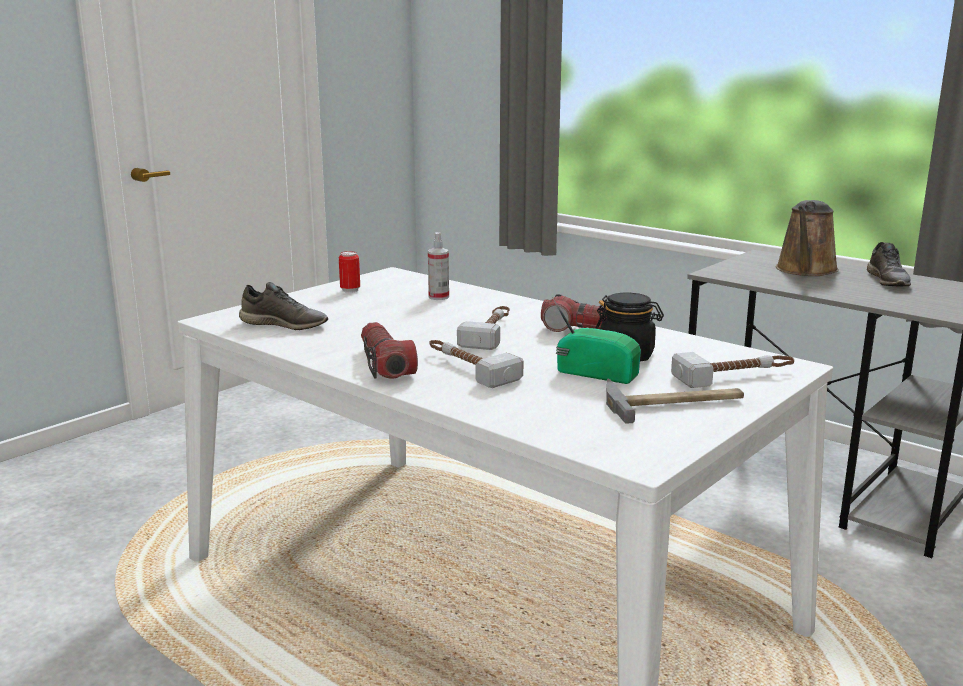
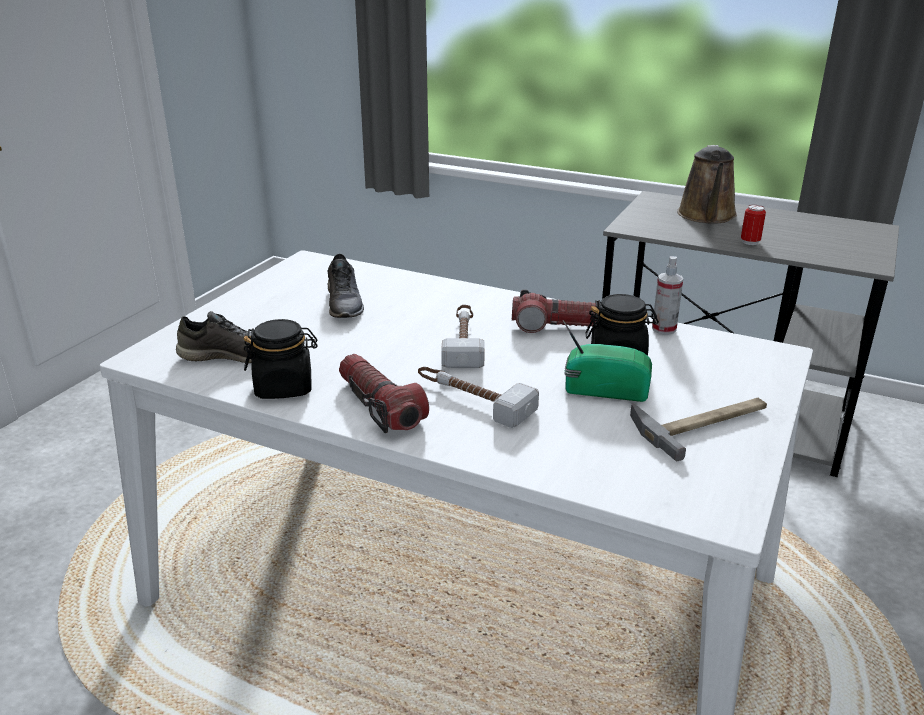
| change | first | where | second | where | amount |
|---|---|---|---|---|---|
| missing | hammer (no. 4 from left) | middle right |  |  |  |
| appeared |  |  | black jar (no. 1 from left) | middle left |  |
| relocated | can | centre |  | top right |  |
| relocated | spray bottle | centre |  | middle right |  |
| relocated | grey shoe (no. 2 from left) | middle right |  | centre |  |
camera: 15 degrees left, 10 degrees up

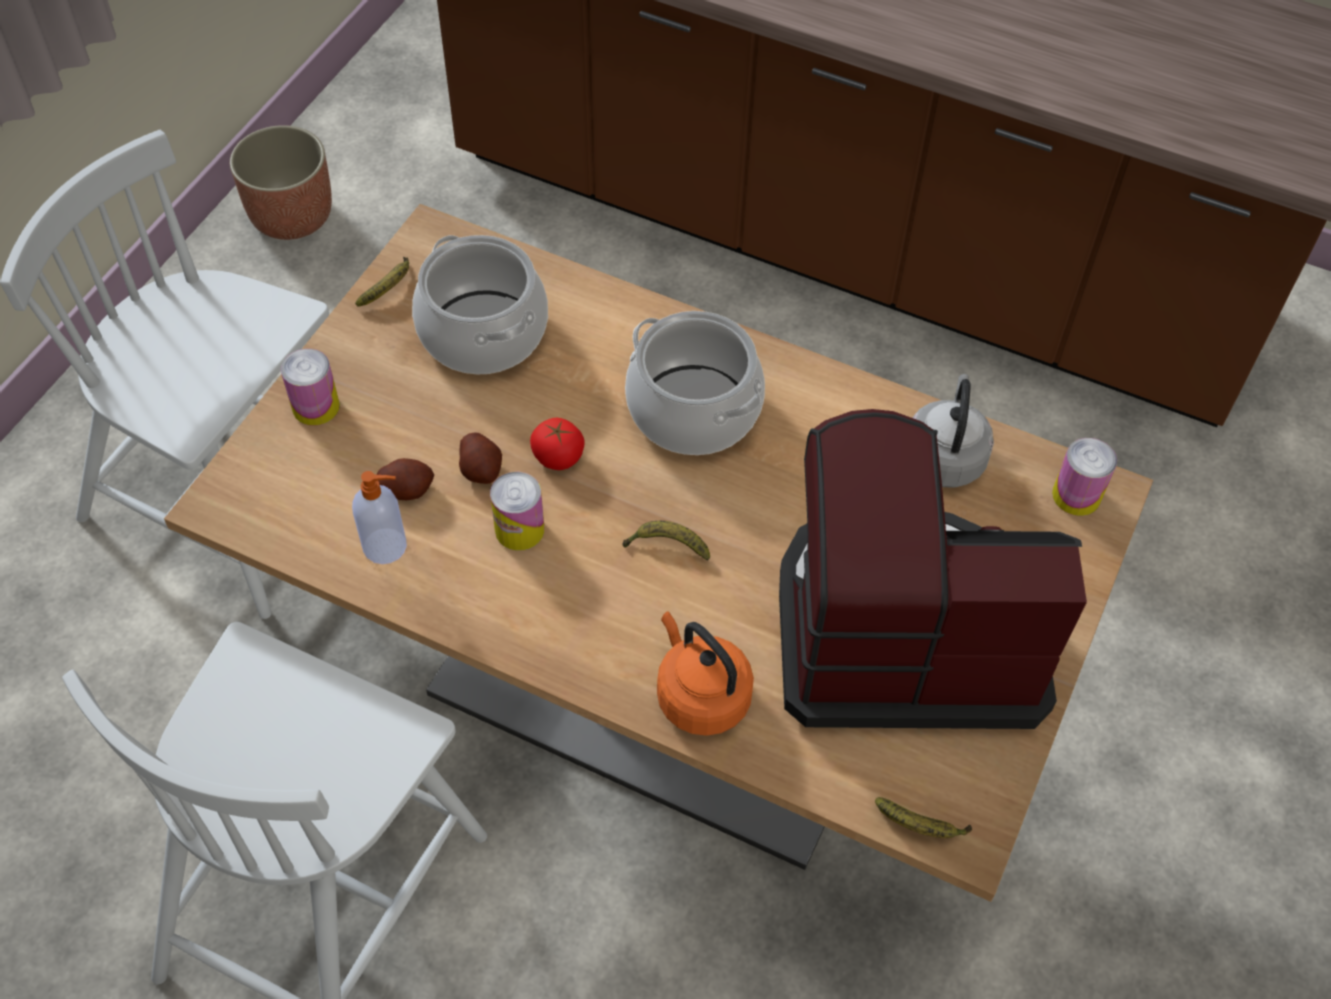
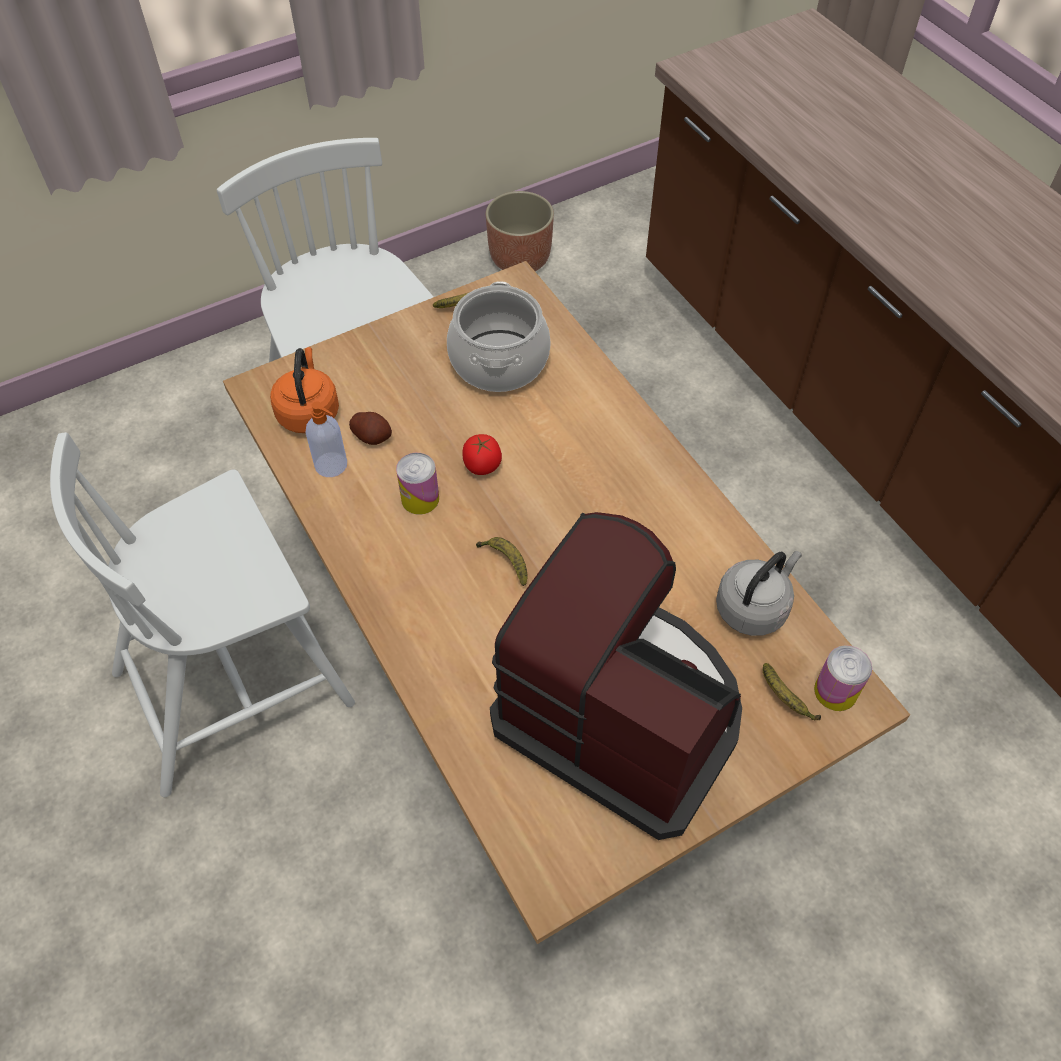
| change | first | where | second | where | amount |
|---|---|---|---|---|---|
| missing | can (no. 1 from left) | middle left |  |  |  |
| missing | potato (no. 2 from left) | centre |  |  |  |
| missing | cooking pot (no. 2 from left) | centre |  |  |  |
| relocated | orange kettle | bottom centre |  | middle left |  |
| relocated | banana (no. 3 from left) | bottom right |  | middle right |  |
camera: 35 degrees right, 0 degrees up

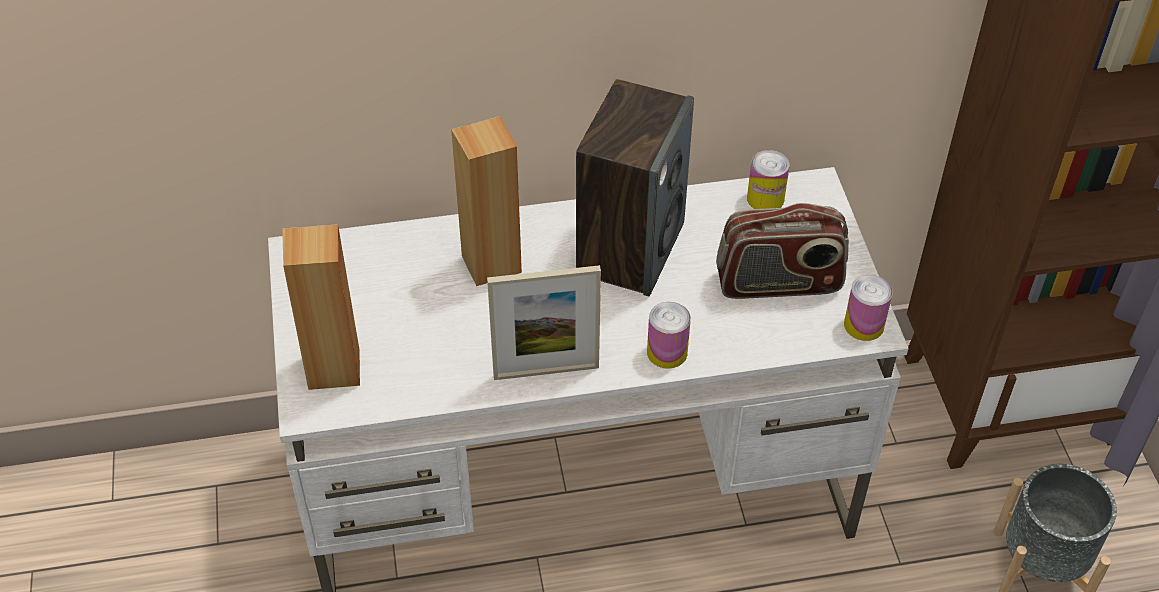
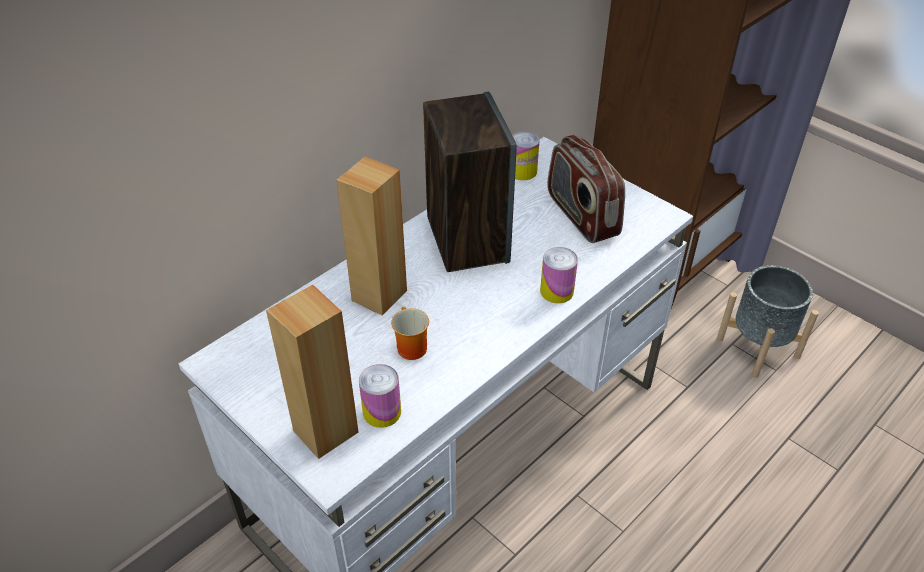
| change | first | where | second | where | amount |
|---|---|---|---|---|---|
| missing | picture frame | centre |  |  |  |
| appeared |  |  | mug | centre |  |
| relocated | can (no. 3 from left in the first image) | middle right | can (no. 1 from left) | bottom centre |  |
| spun | radio | middle right |  | top centre | 105 degrees clockwise |
camera: 35 degrees left, 5 degrees down

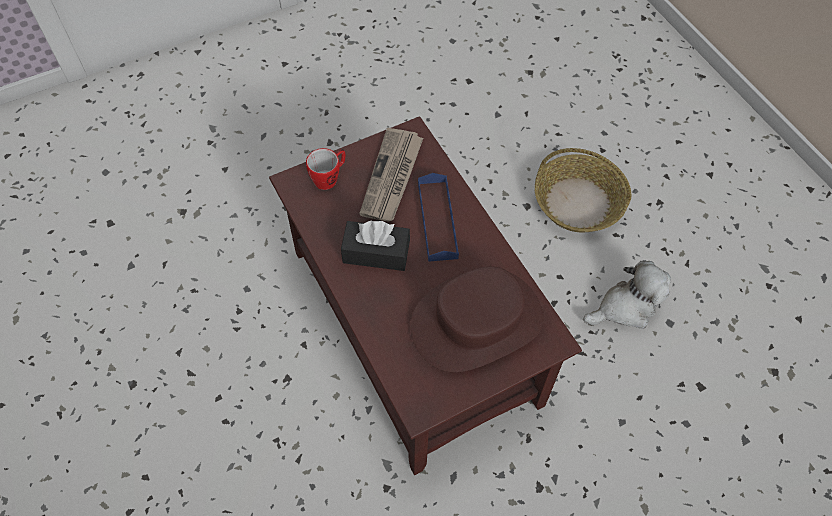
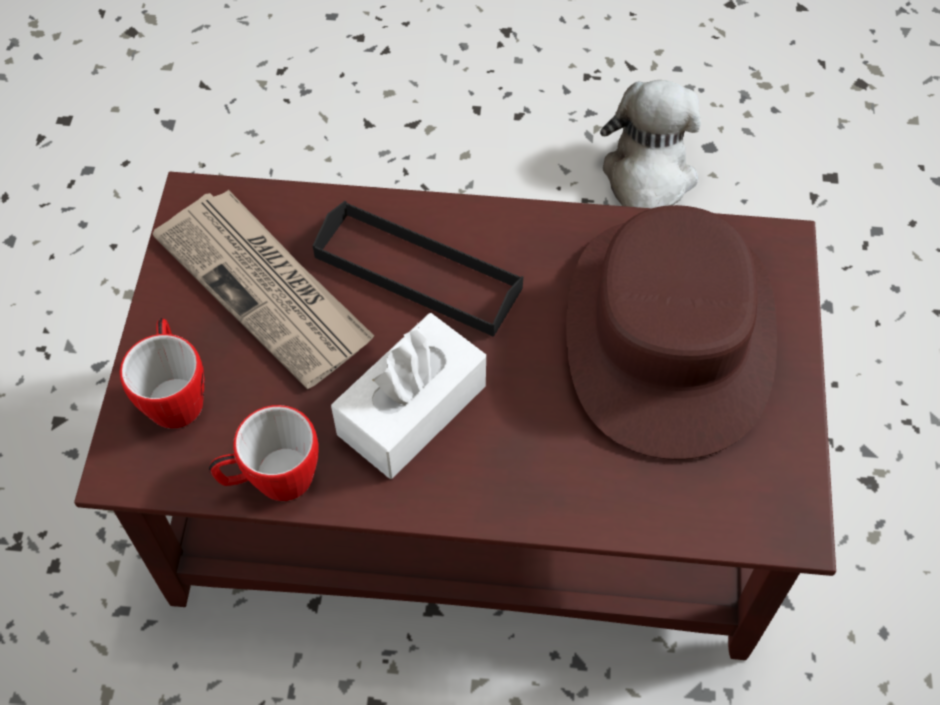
| change | first | where | second | where | amount |
|---|---|---|---|---|---|
| missing | basket | middle right |  |  |  |
| appeared |  |  | mug (no. 2 from left) | middle left |  |
| colour | black tissue box | centre | white tissue box | centre |  |
| colour | blue tray | centre | black tray | centre |  |
camera: 55 degrees left, 0 degrees up

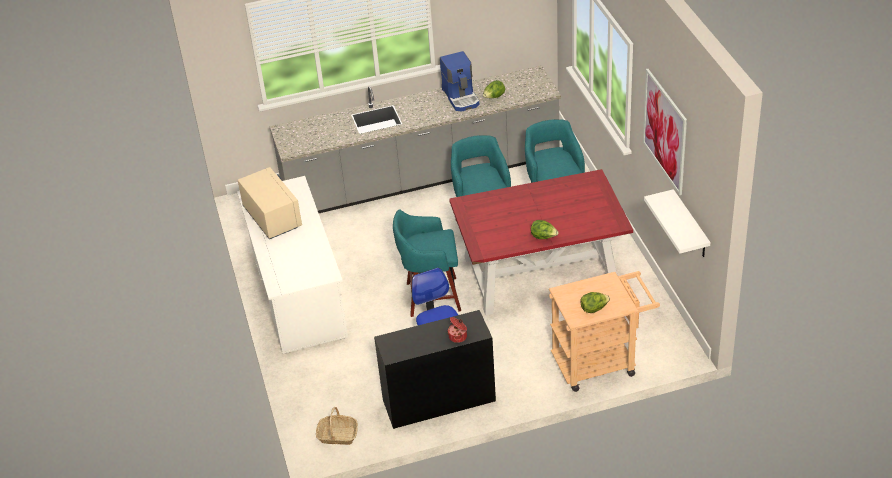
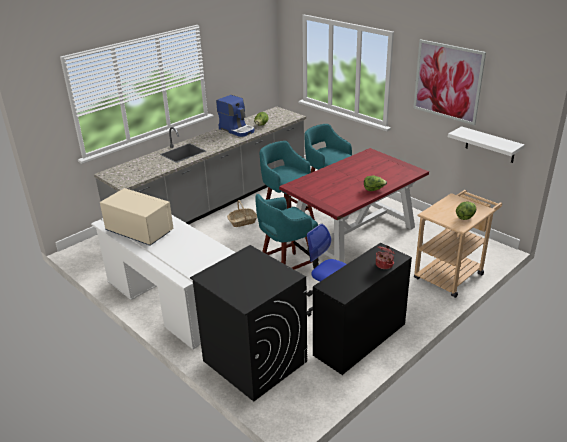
| change | first | where | second | where | amount |
|---|---|---|---|---|---|
| appeared |  |  | black washing machine | bottom centre |  |
| relocated | basket | bottom centre |  | centre |  |
camera: 30 degrees left, 10 degrees down

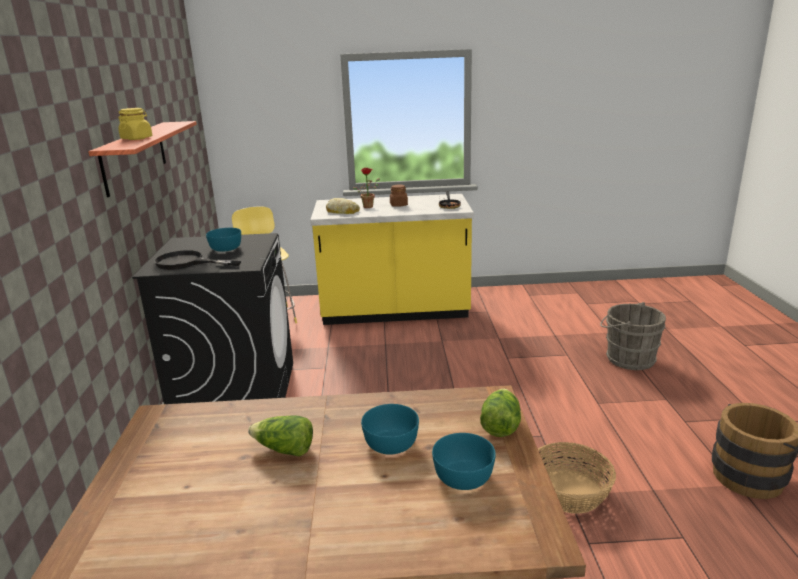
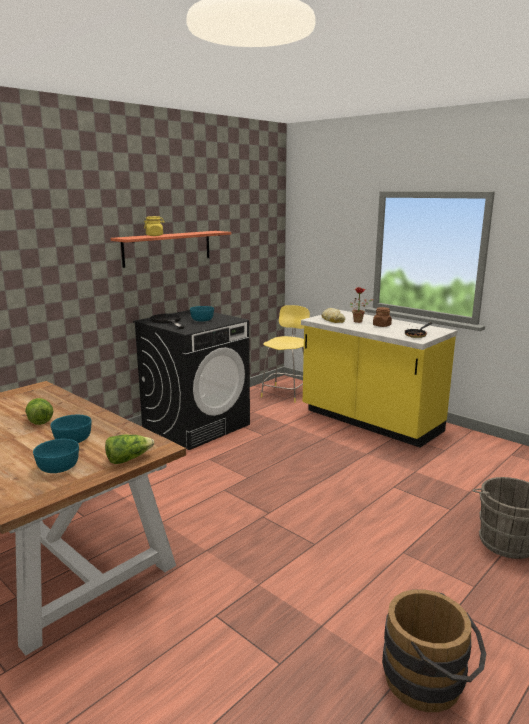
| change | first | where | second | where | amount |
|---|---|---|---|---|---|
| missing | basket | bottom right |  |  |  |
camera: 45 degrees right, 5 degrees down

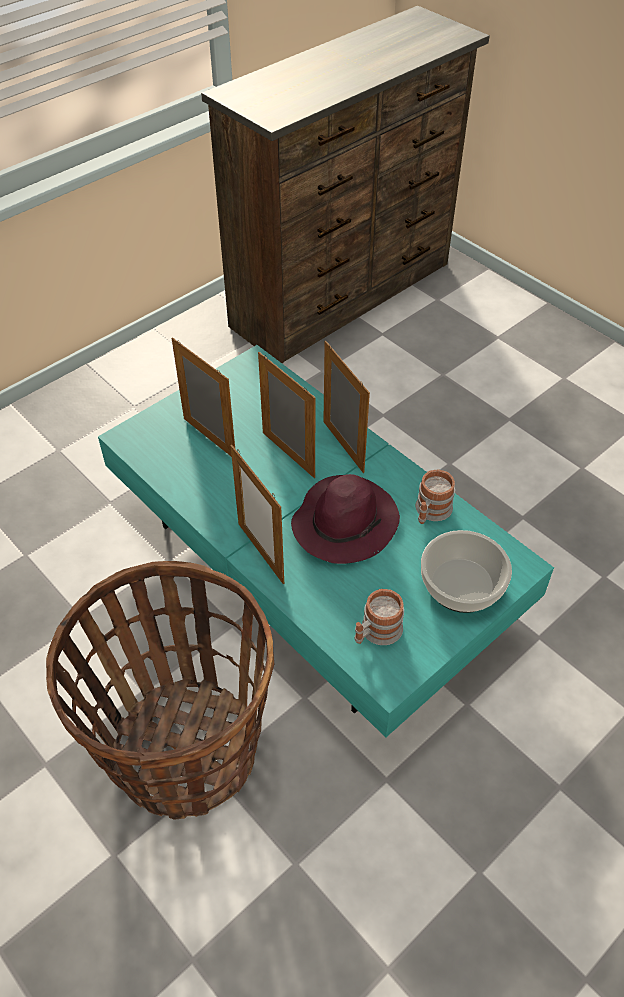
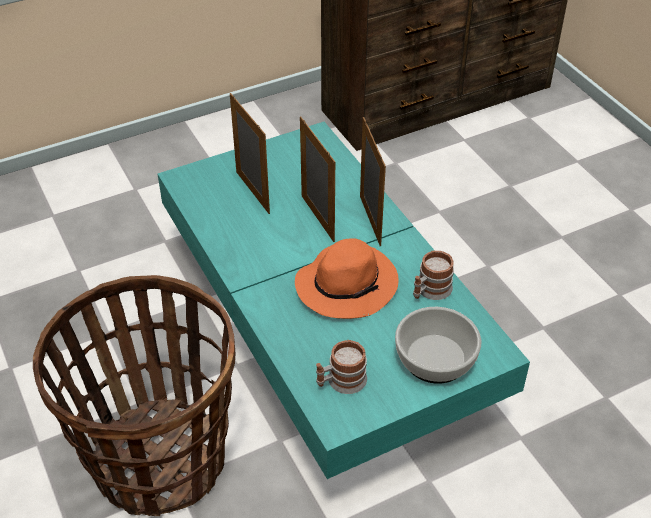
| change | first | where | second | where | amount |
|---|---|---|---|---|---|
| missing | picture frame (no. 2 from left) | centre |  |  |  |
| colour | purple hat | centre | orange hat | centre |  |
camera: 15 degrees right, 5 degrees down

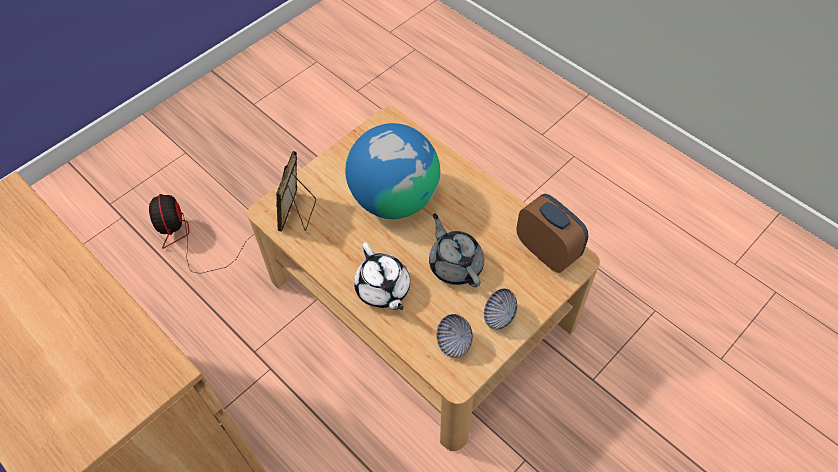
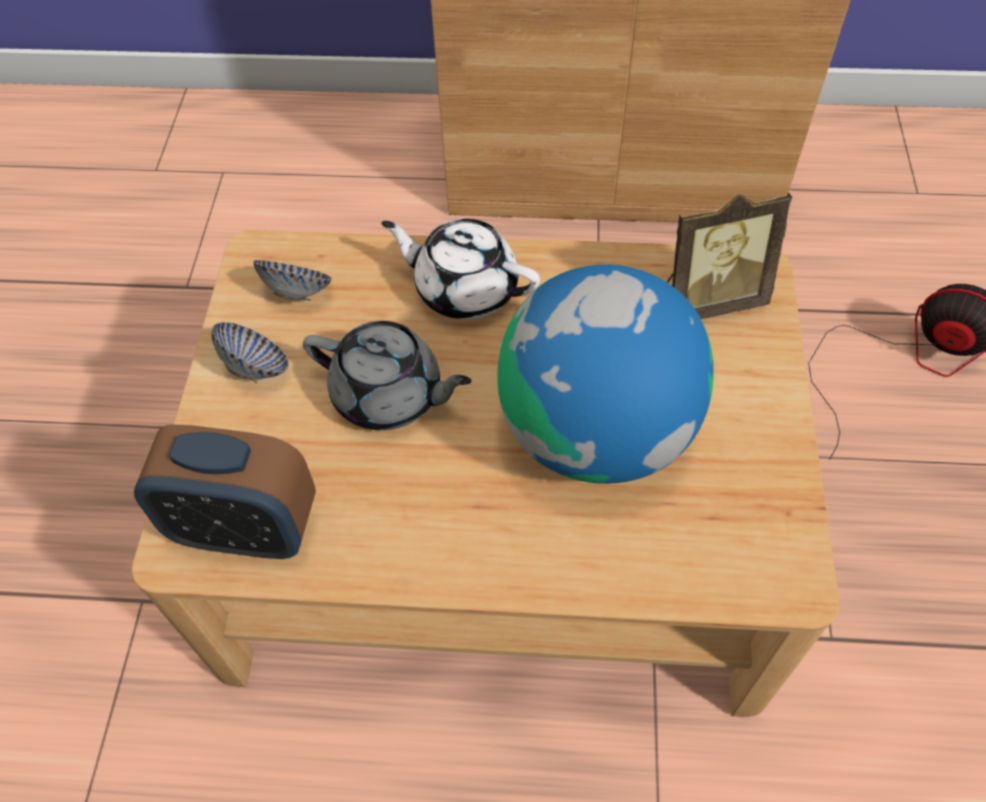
| change | first | where | second | where | amount |
|---|---|---|---|---|---|
| spun | picture frame | centre |  | top right | 105 degrees clockwise |
camera: 140 degrees right, 0 degrees up

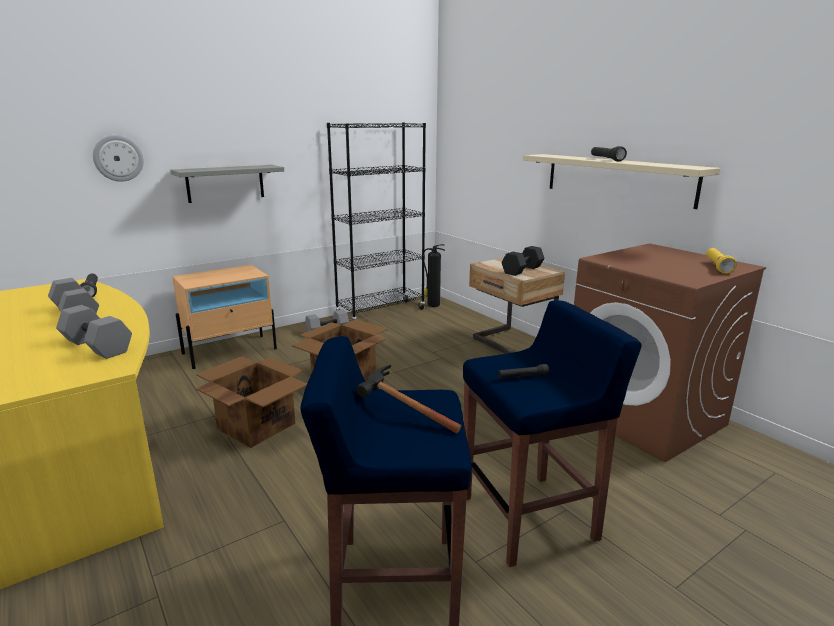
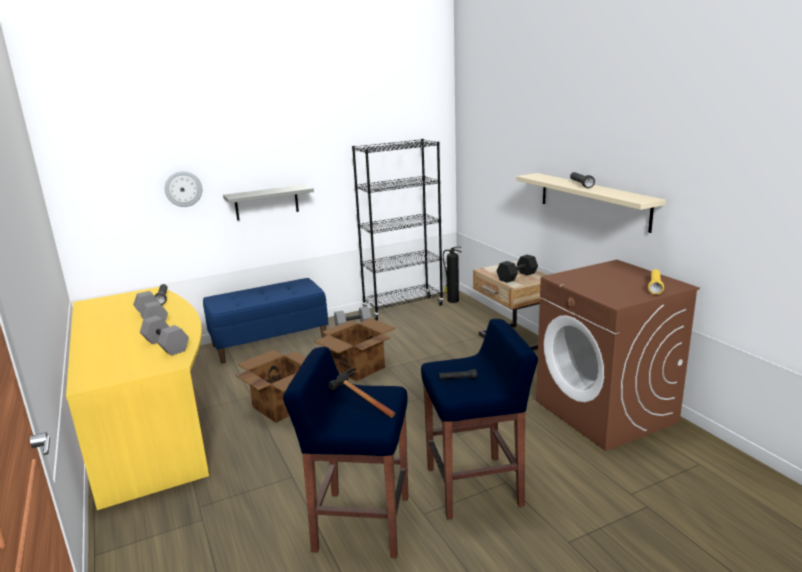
| change | first | where | second | where | amount |
|---|---|---|---|---|---|
| exchanged | beige nightstand (no. 1 from left) | middle left | blue bench | middle left |  |
camera: 10 degrees right, 0 degrees up

